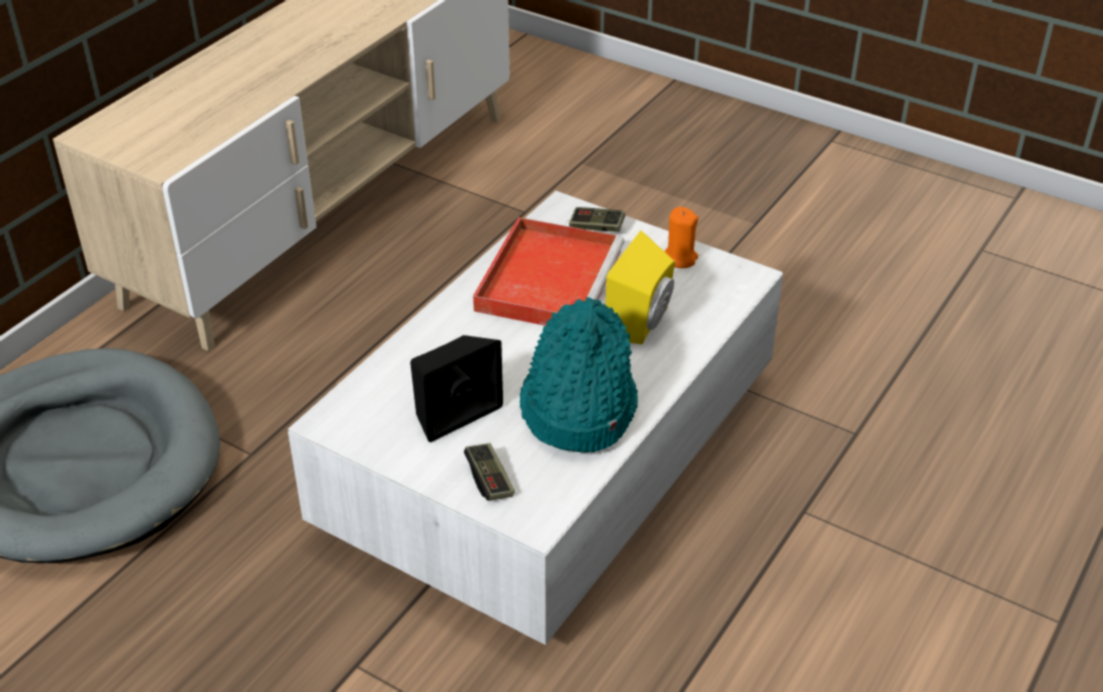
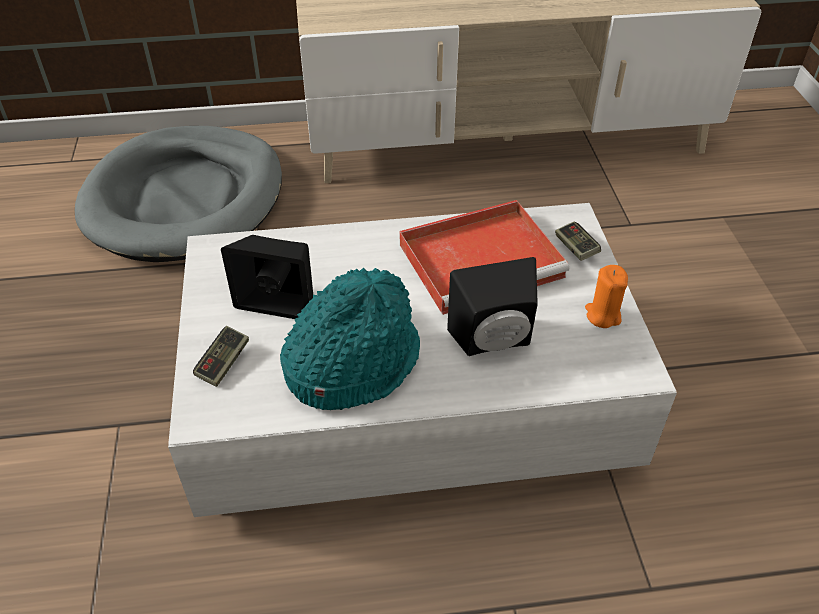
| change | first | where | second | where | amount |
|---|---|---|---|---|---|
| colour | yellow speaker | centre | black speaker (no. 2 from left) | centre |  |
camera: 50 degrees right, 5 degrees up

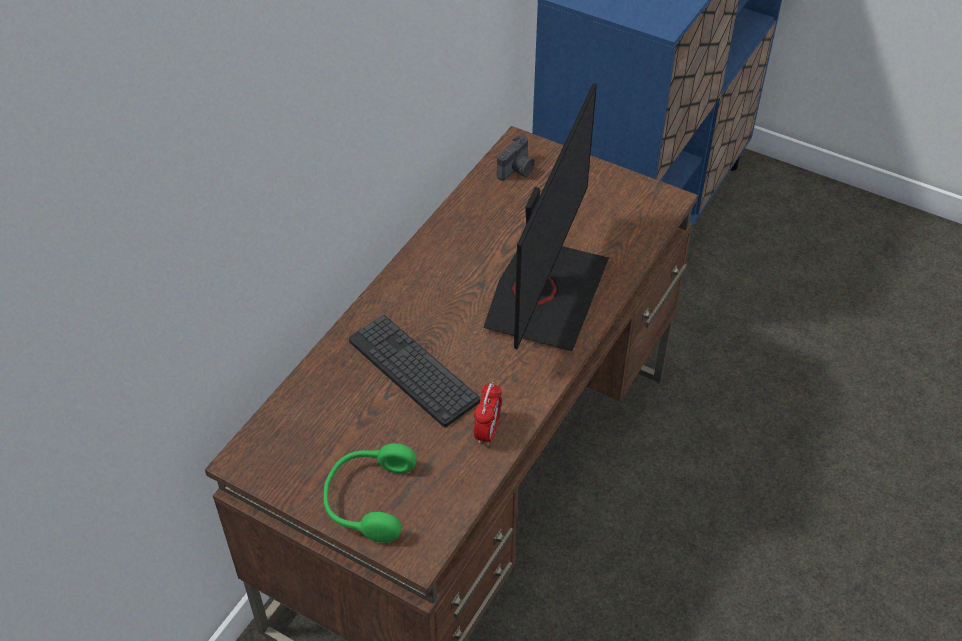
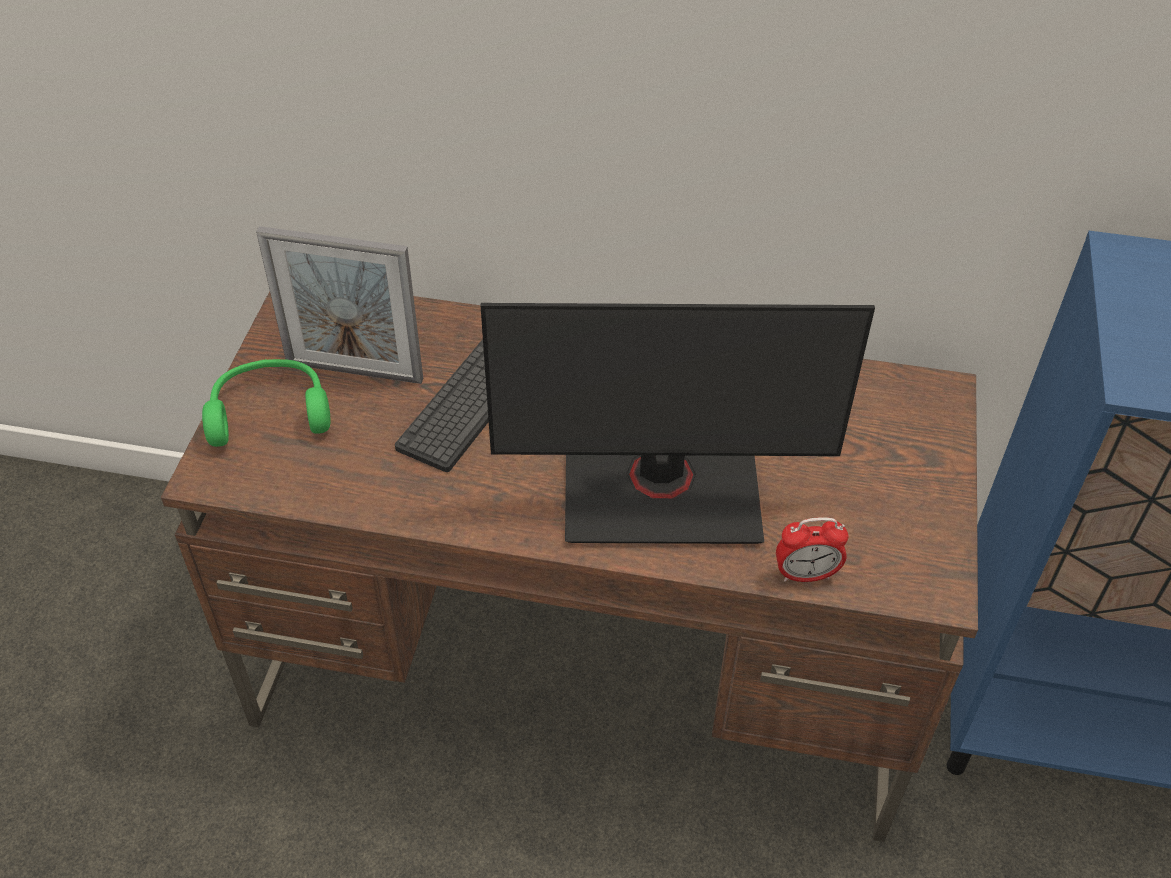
| change | first | where | second | where | amount |
|---|---|---|---|---|---|
| missing | photo camera | top centre |  |  |  |
| appeared |  |  | picture frame | middle left |  |
| relocated | alarm clock | centre |  | middle right |  |
camera: 70 degrees right, 0 degrees up

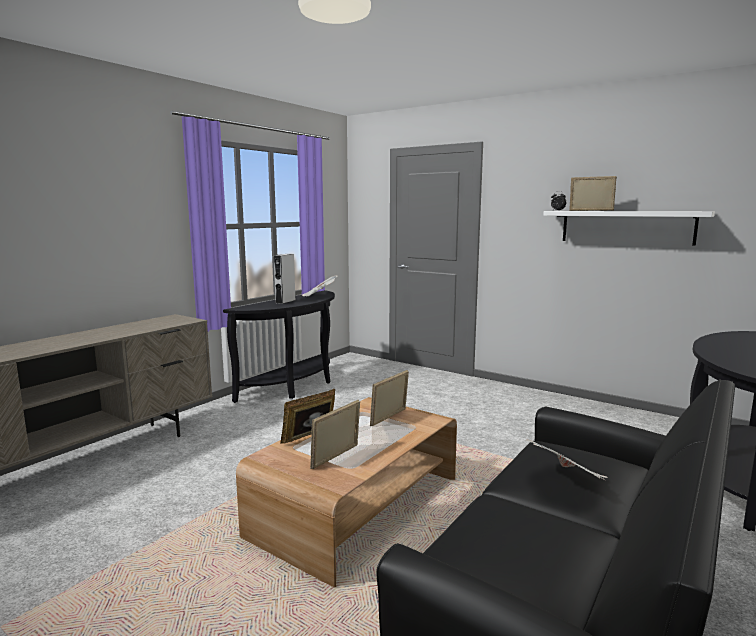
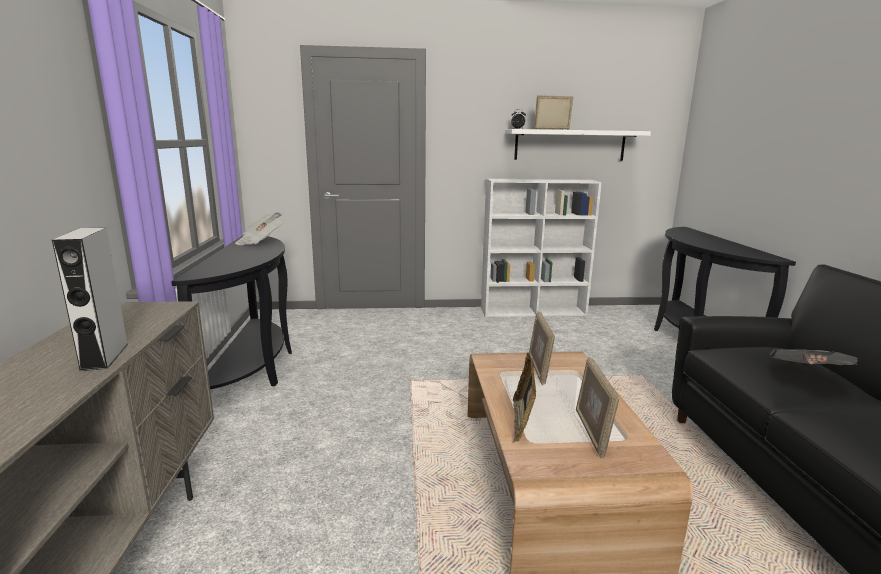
| change | first | where | second | where | amount |
|---|---|---|---|---|---|
| appeared |  |  | white bookcase | centre |  |
| relocated | grey speaker | centre |  | middle left |  |
camera: 40 degrees left, 5 degrees up

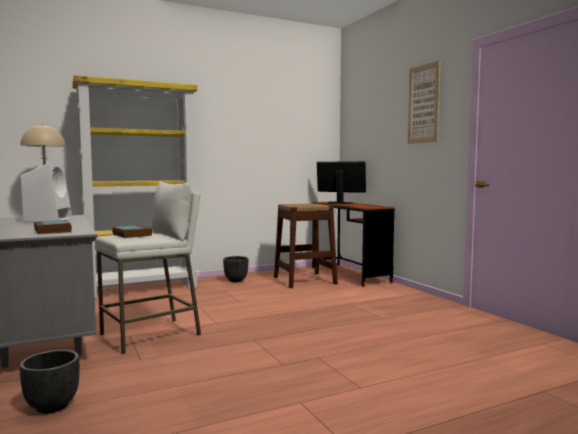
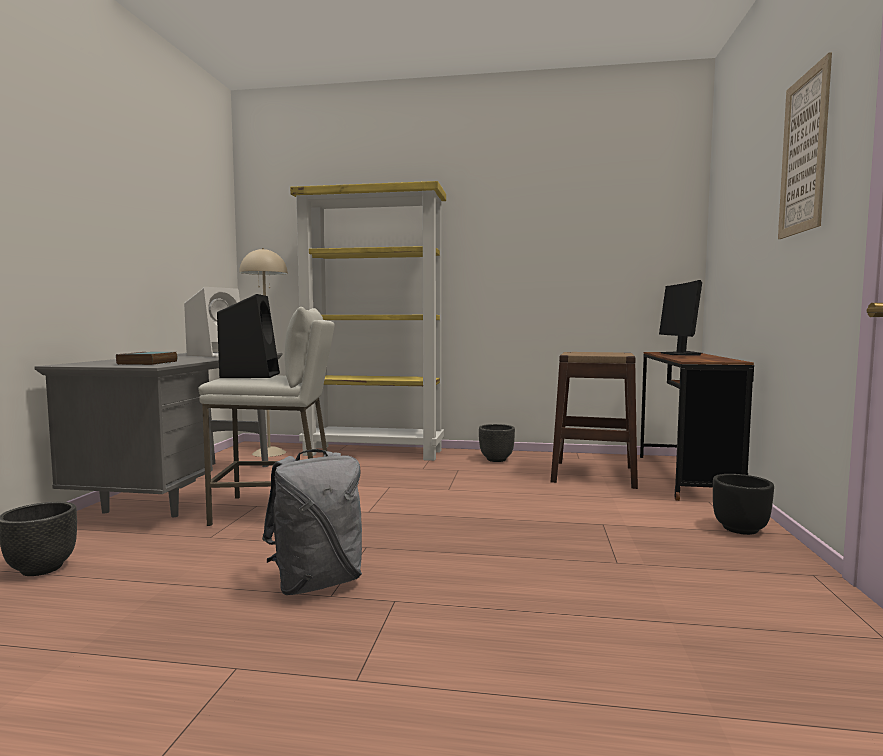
| change | first | where | second | where | amount |
|---|---|---|---|---|---|
| appeared |  |  | grey backpack | bottom centre |  |
| appeared |  |  | black planter (no. 3 from left) | bottom right |  |
| exchanged | book (no. 2 from left) | middle left | black speaker | middle left |  |
| spun | monitor | centre |  | middle right | 150 degrees counterclockwise |
camera: 35 degrees right, 0 degrees up

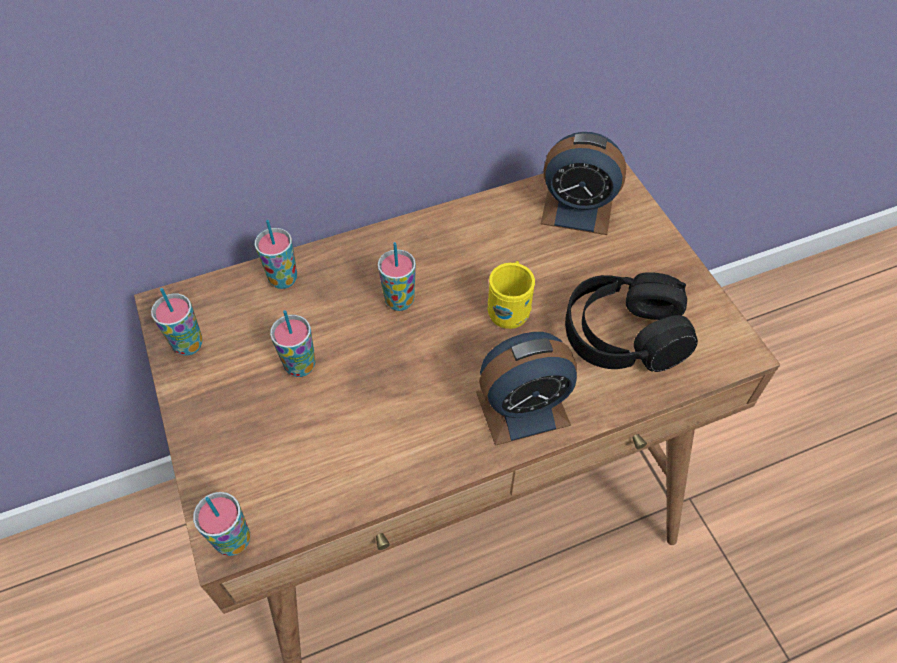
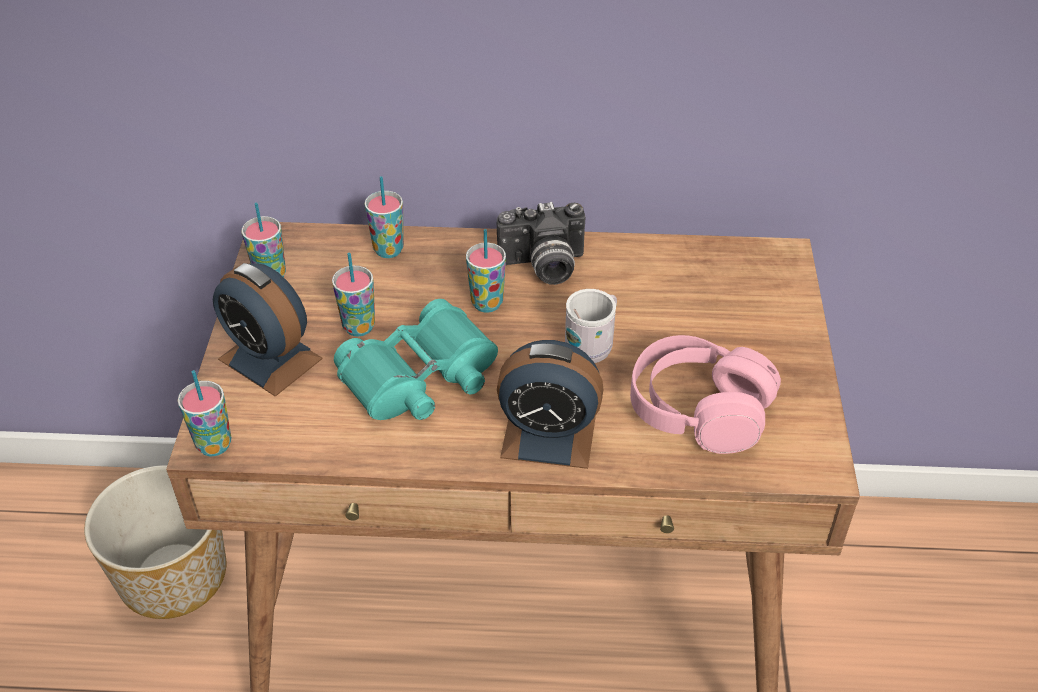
| change | first | where | second | where | amount |
|---|---|---|---|---|---|
| appeared |  |  | planter | bottom left |  |
| appeared |  |  | turquoise binoculars | centre |  |
| appeared |  |  | photo camera | centre |  |
| relocated | alarm clock (no. 2 from left in the first image) | top centre | alarm clock (no. 1 from left) | middle left |  |
| colour | yellow mug | centre | white mug | centre |  |
| colour | black headphones | middle right | pink headphones | middle right |  |
camera: 25 degrees right, 10 degrees down

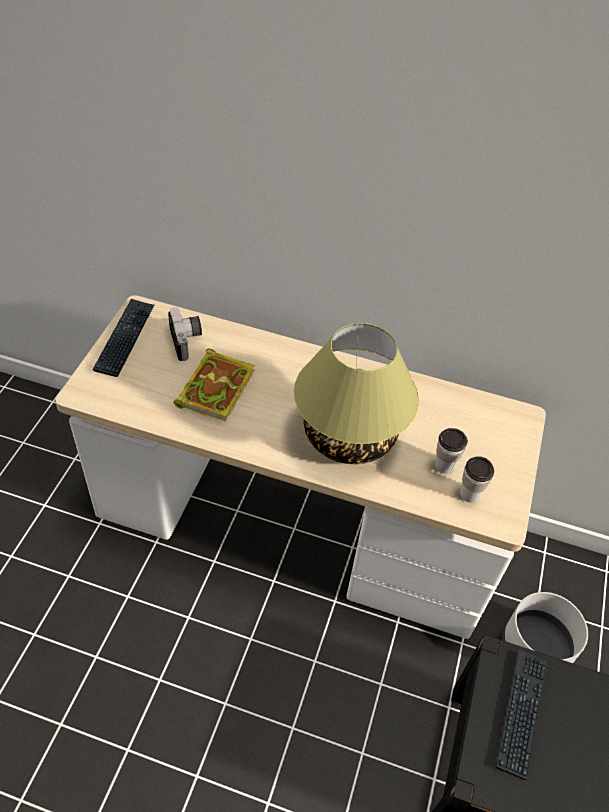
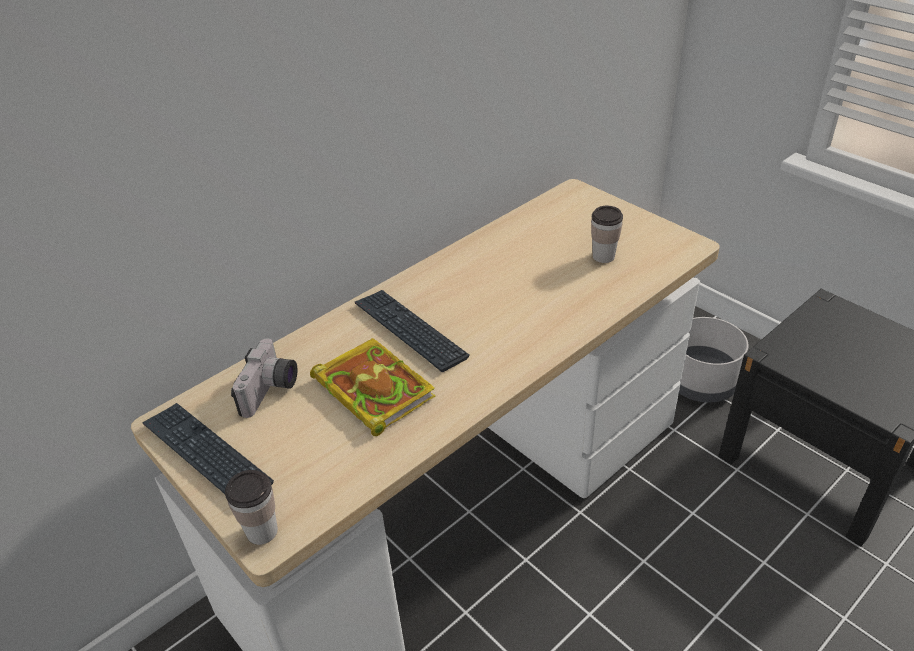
| change | first | where | second | where | amount |
|---|---|---|---|---|---|
| missing | table lamp | centre |  |  |  |
| relocated | cup (no. 2 from left in the first image) | middle right | cup (no. 1 from left) | bottom left |  |
| relocated | keyboard (no. 2 from left) | bottom right |  | centre |  |
| spun | photo camera | middle left |  | middle left | 90 degrees clockwise |
camera: 55 degrees left, 10 degrees down

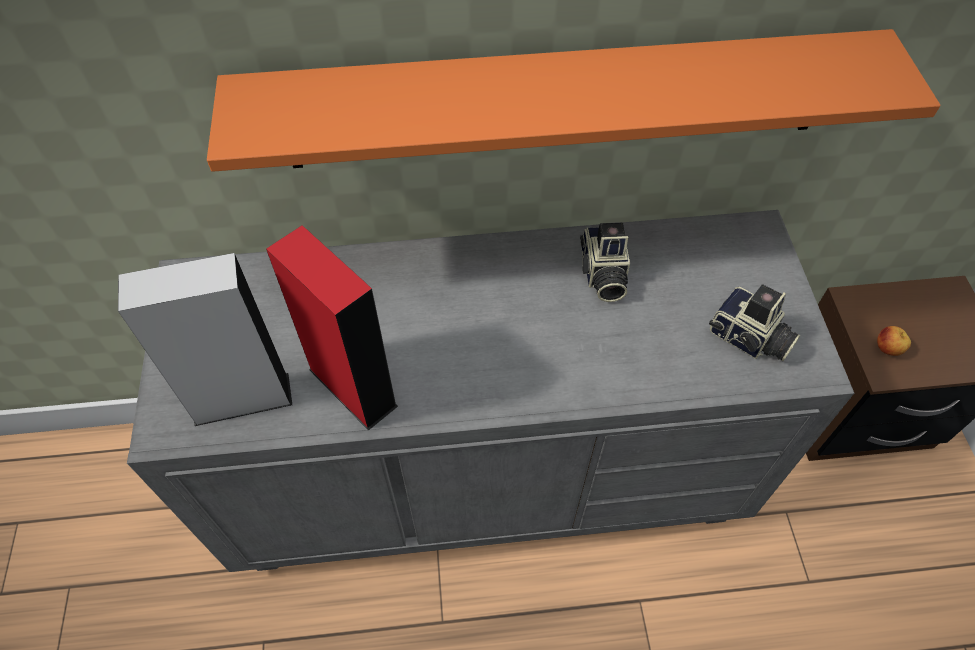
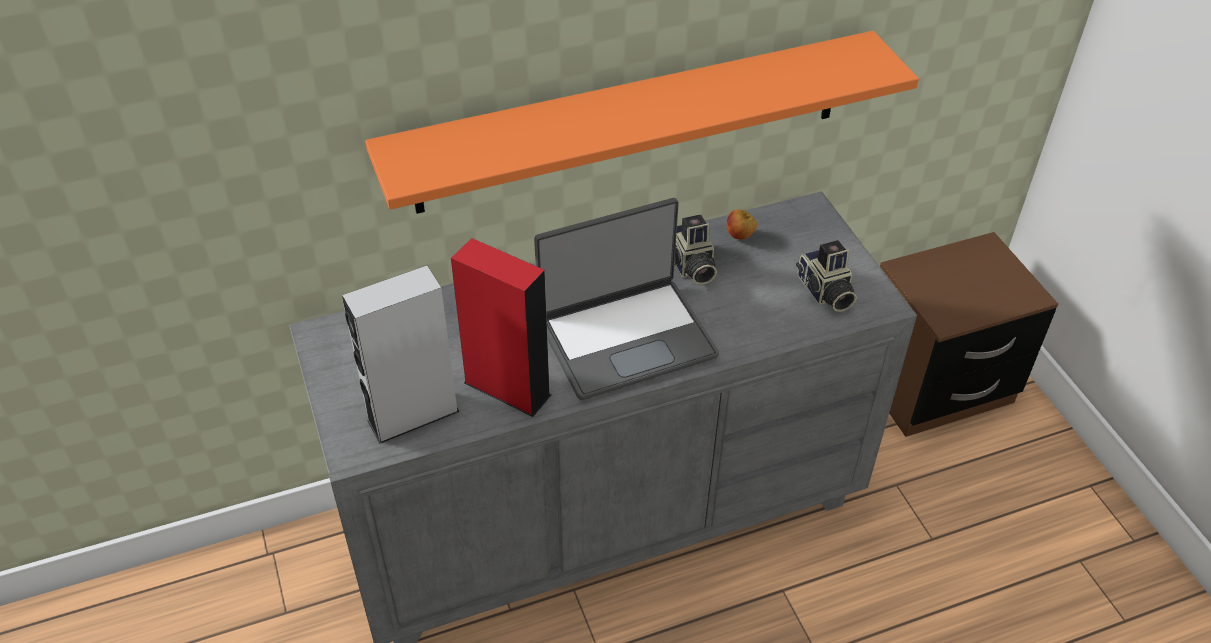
| change | first | where | second | where | amount |
|---|---|---|---|---|---|
| appeared |  |  | laptop | centre |  |
| relocated | apple | middle right |  | centre |  |
| spun | photo camera (no. 2 from left) | middle right |  | middle right | 45 degrees clockwise |
camera: 15 degrees left, 10 degrees down

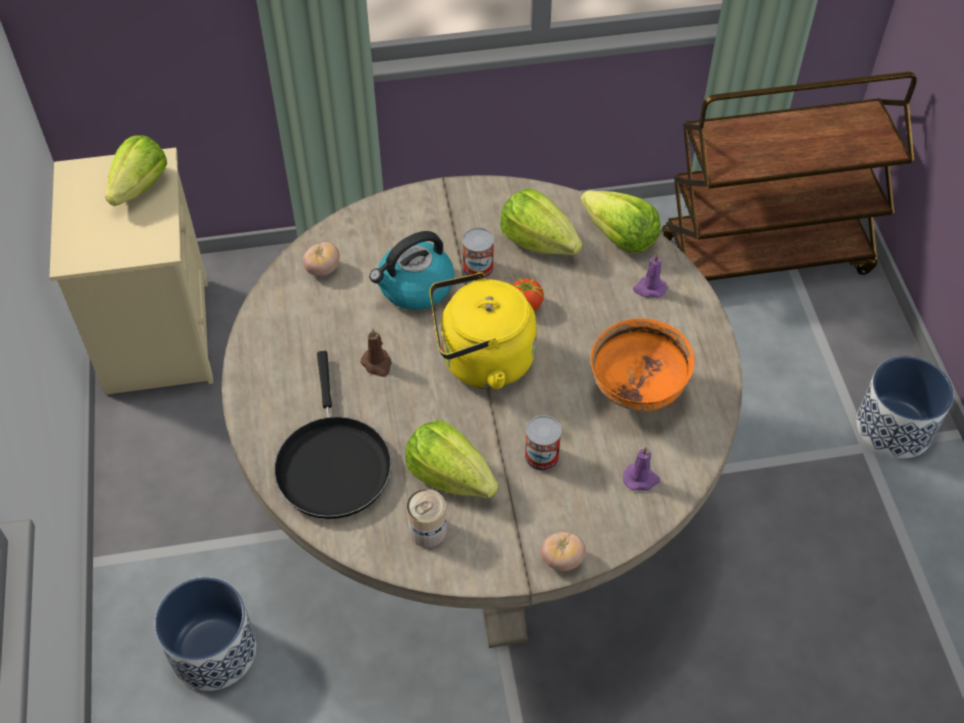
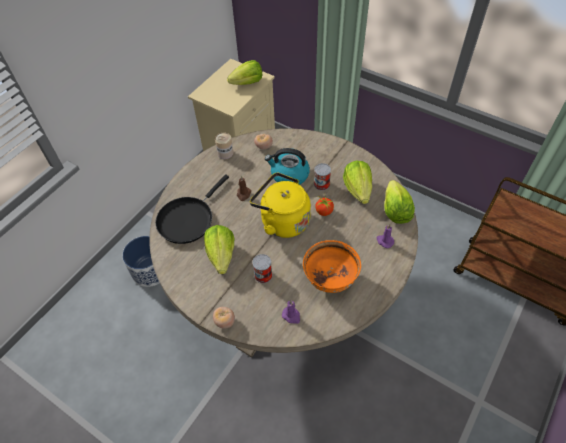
| change | first | where | second | where | amount |
|---|---|---|---|---|---|
| missing | planter (no. 2 from left) | middle right |  |  |  |
| relocated | can (no. 1 from left) | bottom centre |  | top centre |  |
camera: 45 degrees right, 0 degrees up

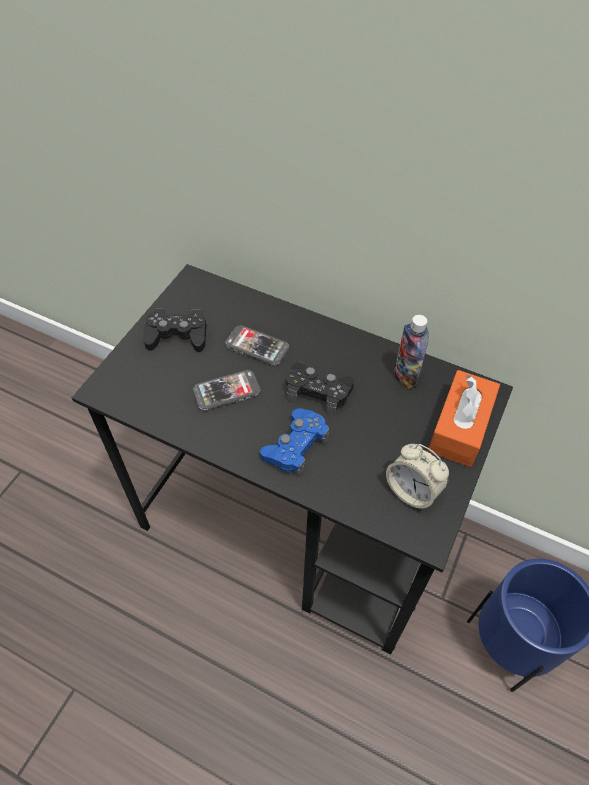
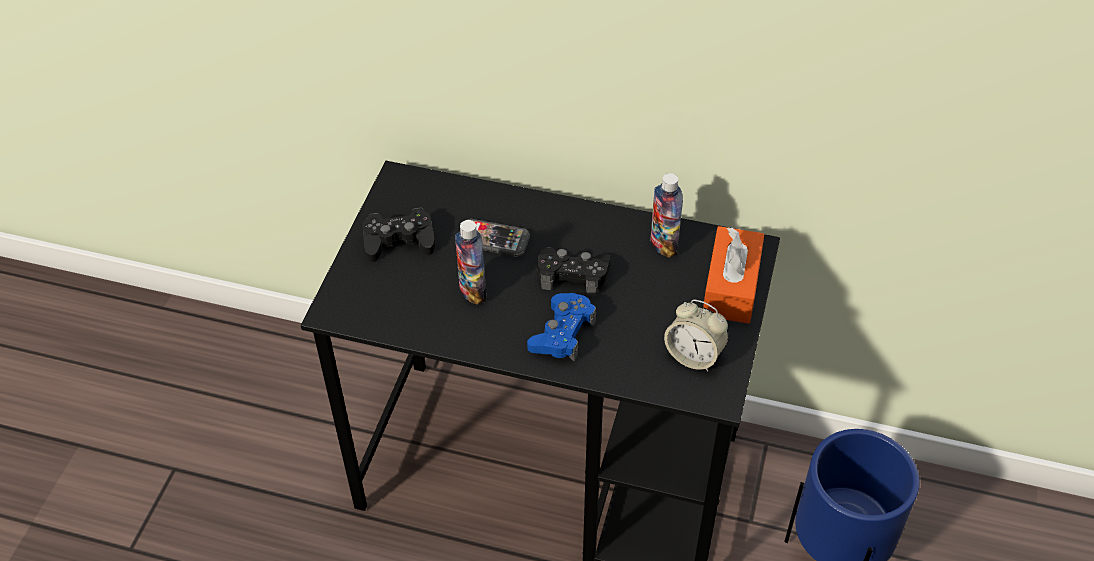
| change | first | where | second | where | amount |
|---|---|---|---|---|---|
| exchanged | phone (no. 1 from left) | centre | bottle (no. 1 from left) | centre |  |
camera: 10 degrees left, 5 degrees down

